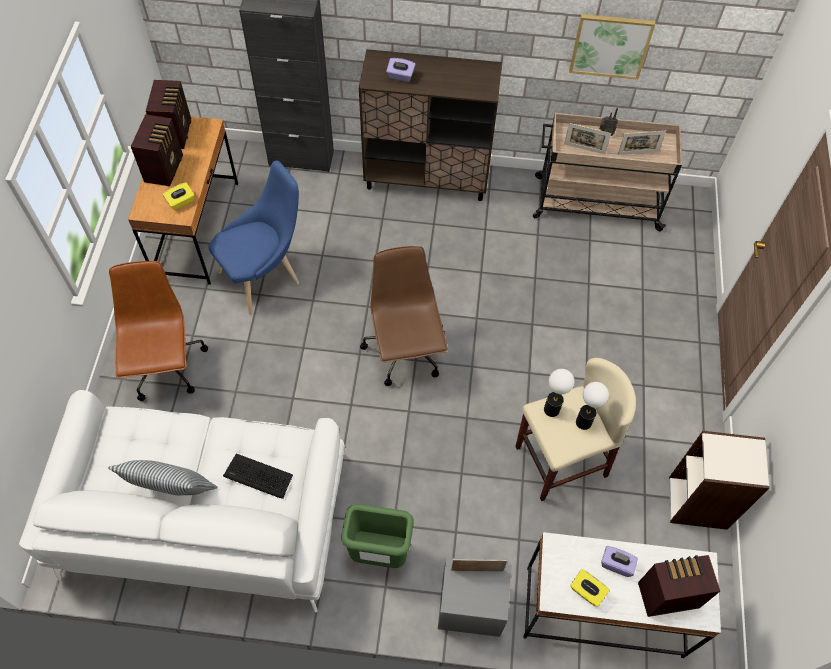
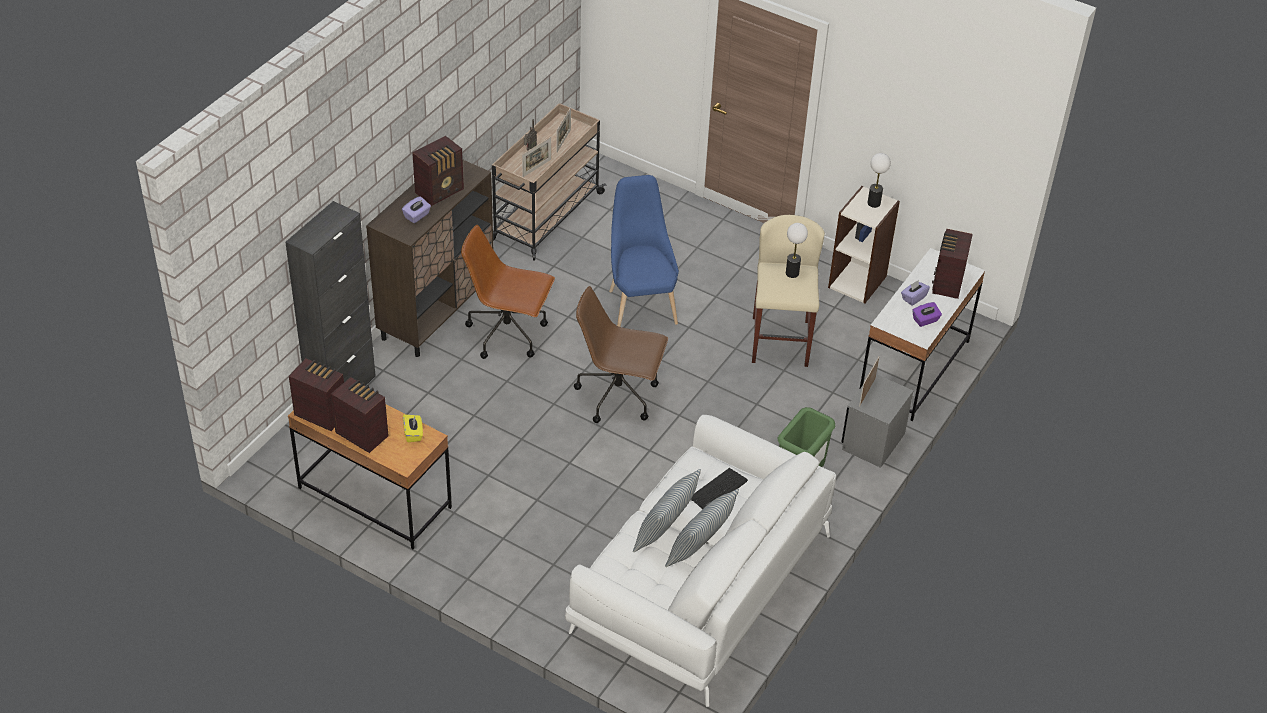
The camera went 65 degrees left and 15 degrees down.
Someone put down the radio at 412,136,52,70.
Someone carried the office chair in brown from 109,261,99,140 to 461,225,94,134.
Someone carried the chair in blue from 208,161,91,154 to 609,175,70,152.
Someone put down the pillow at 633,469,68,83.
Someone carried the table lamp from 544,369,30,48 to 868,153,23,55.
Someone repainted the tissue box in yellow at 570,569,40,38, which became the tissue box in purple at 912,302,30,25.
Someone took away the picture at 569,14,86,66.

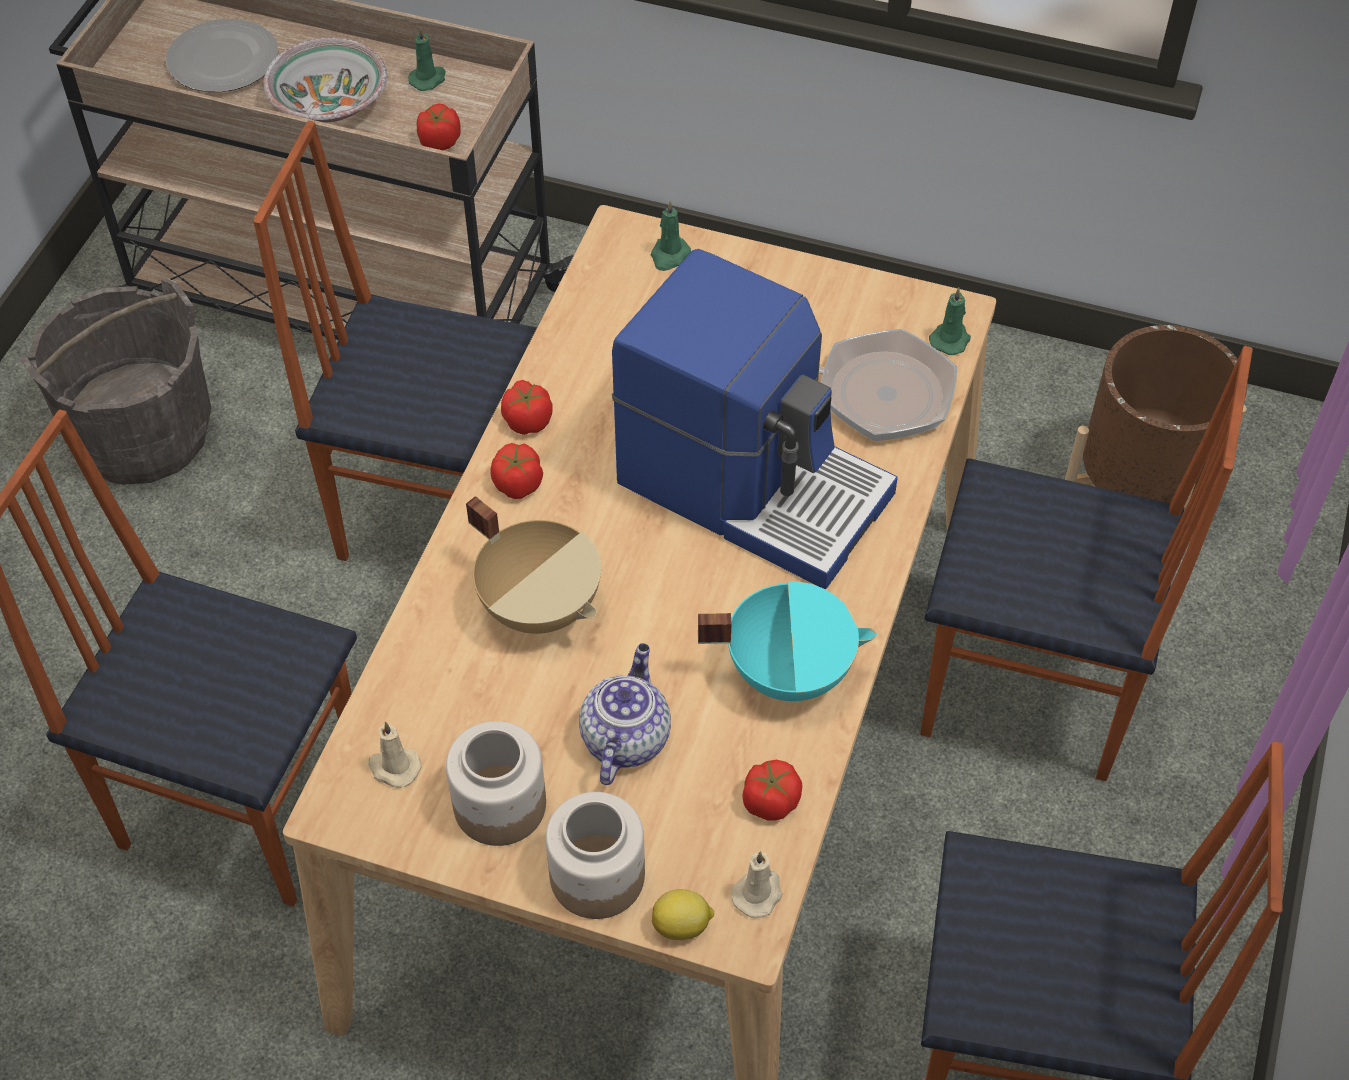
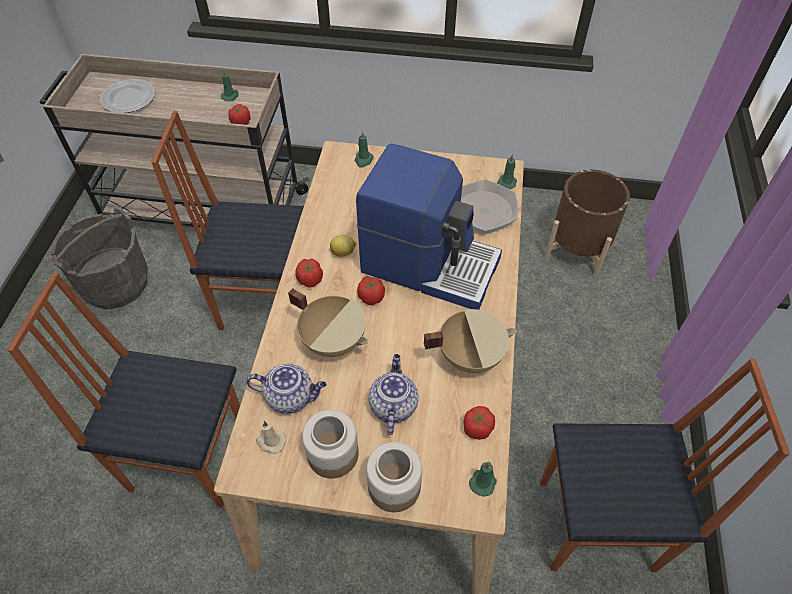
The camera went 10 degrees left and 0 degrees up.
Someone put down the teapot at 246,363,81,51.
Someone carried the lemon from 652,889,62,51 to 330,235,26,22.
Someone carried the tomato from 501,380,51,55 to 357,276,28,29.
Someone repainted the cooking pot in turquoise at 698,581,179,120, which became the cooking pot in beige at 424,309,93,64.
Someone repainted the candle in beige at 731,851,52,67, which became the candle in green at 469,462,28,35.
Someone took away the bowl at 263,37,124,86.
Someone took away the chair at 920,346,333,435.

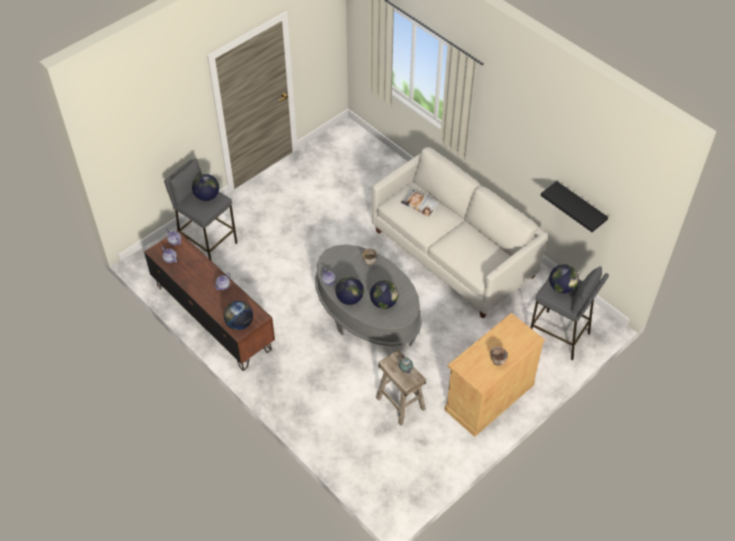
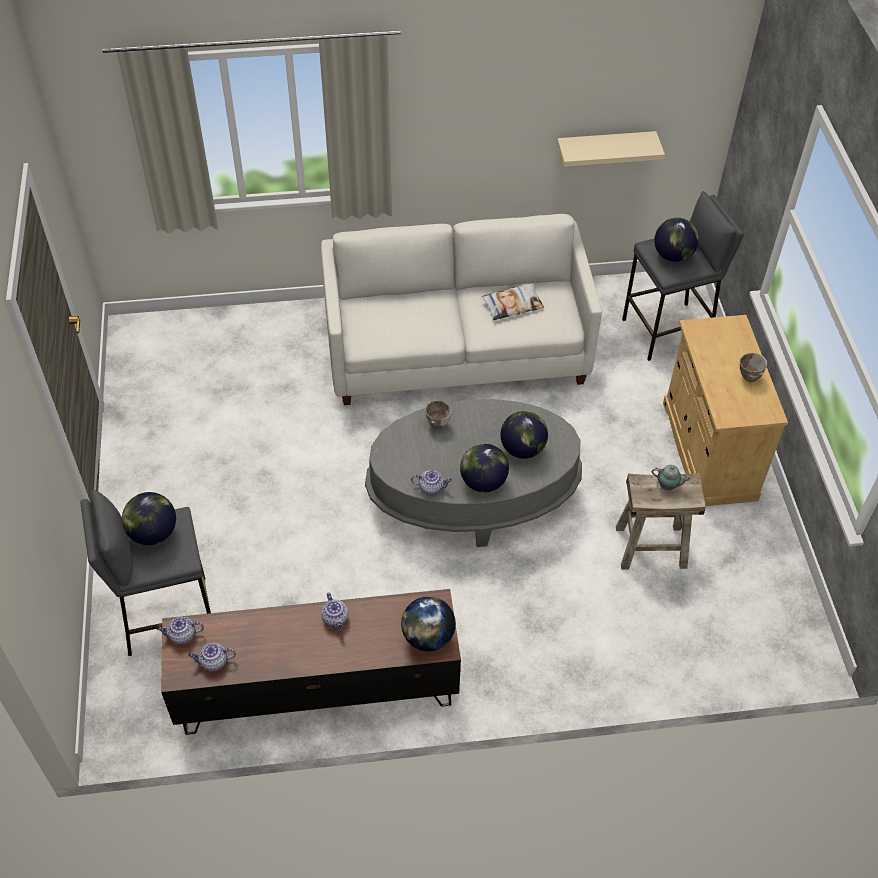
The camera went 55 degrees left and 0 degrees up.
Someone carried the pillow from 401,189,39,27 to 482,283,62,37.
Someone repainted the shelf in black at 541,181,67,51, which became the shelf in beige at 557,131,108,36.

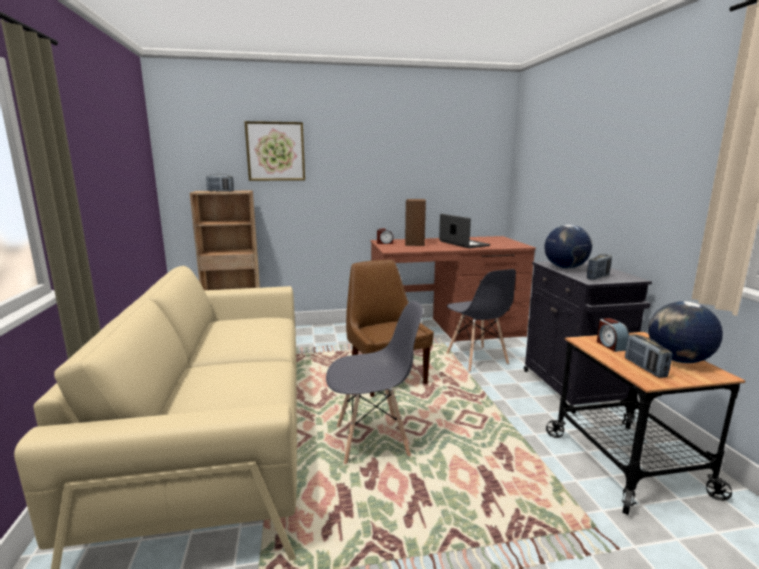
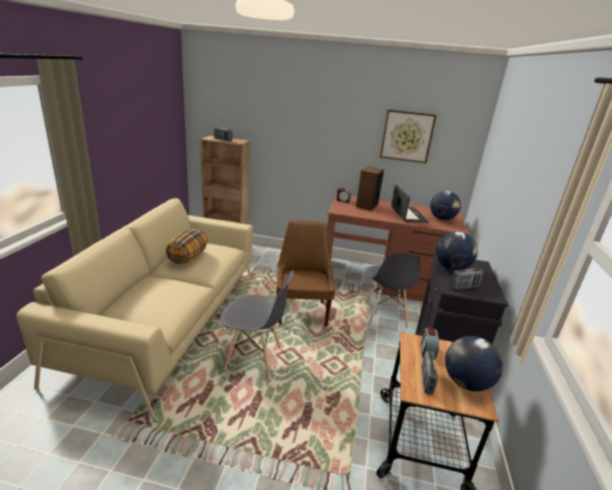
The camera went 20 degrees right and 10 degrees up.
Someone put down the pillow at 166,229,42,35.
Someone carried the picture from 244,121,61,60 to 380,109,57,54.
Someone put down the globe at 430,191,31,29.

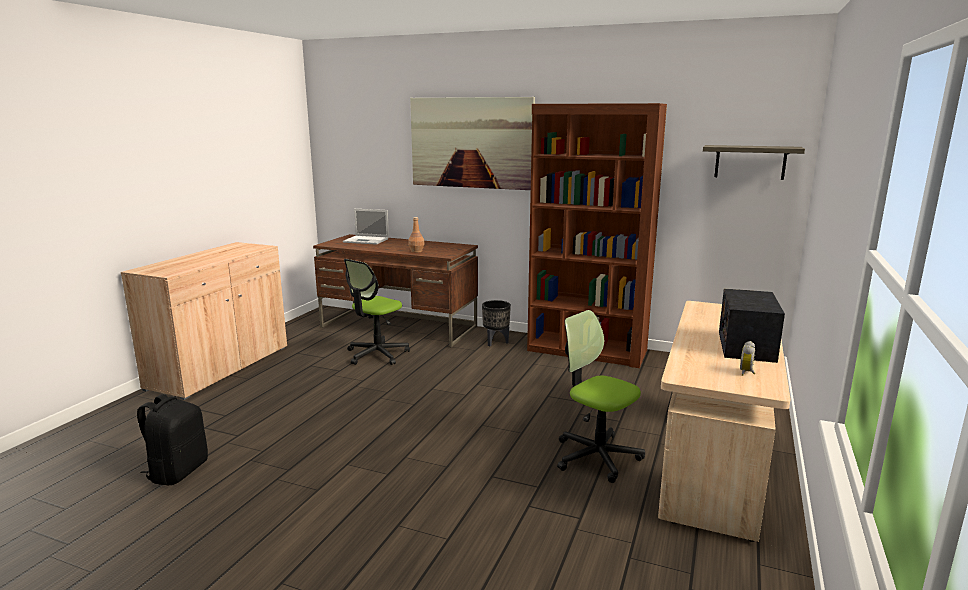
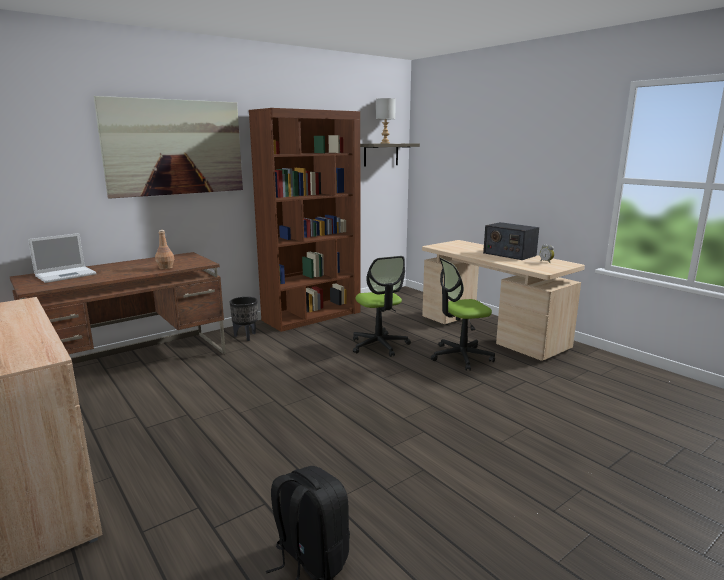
The camera went 60 degrees left and 0 degrees up.
Someone carried the office chair from 344,259,66,106 to 353,256,58,101.
Someone put down the table lamp in grey at 376,98,20,45.

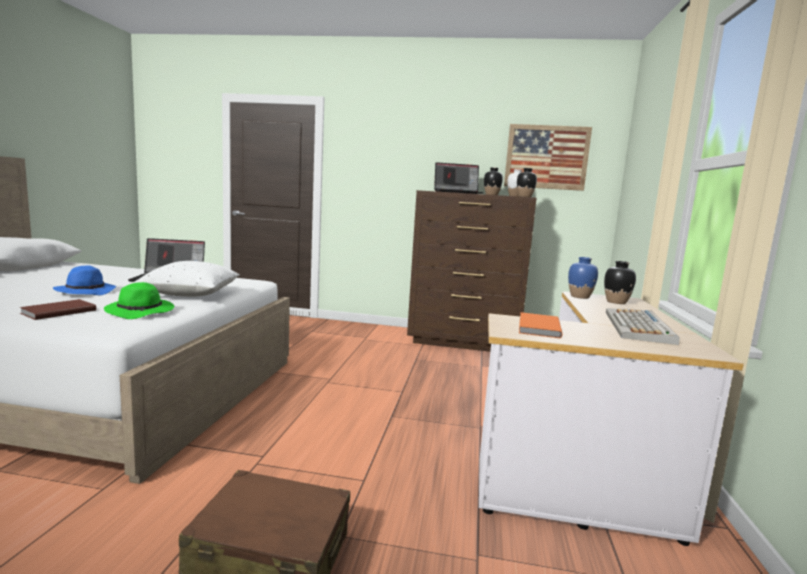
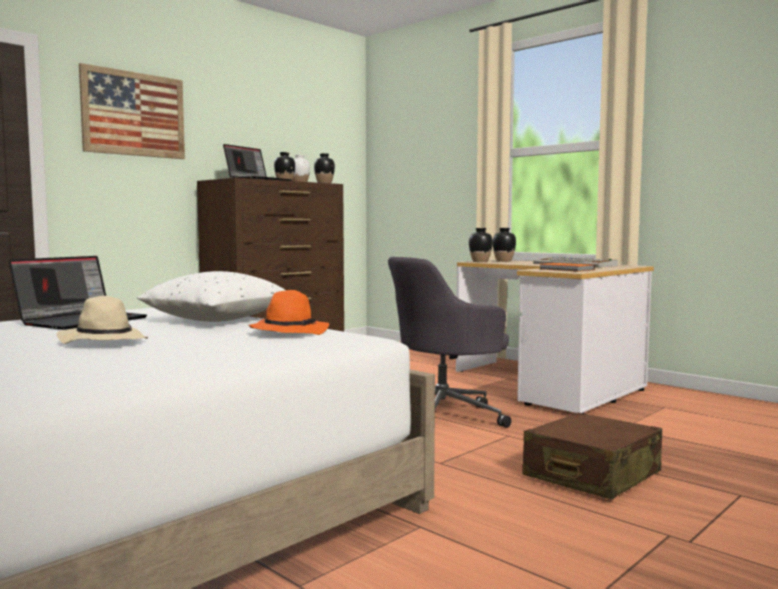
The camera went 55 degrees left and 5 degrees down.
Someone repainted the hat in blue at 53,265,63,30, which became the hat in beige at 56,296,92,48.
Someone carried the picture from 504,124,88,67 to 79,63,106,96.
Someone repainted the hat in green at 104,282,70,37, which became the hat in orange at 248,290,81,45.
Someone put down the office chair in grey at 388,257,123,171.
Someone repainted the vase in blue at 568,257,30,42, which became the vase in black at 469,228,24,34.
Someone took away the book in brown at 19,299,77,21.

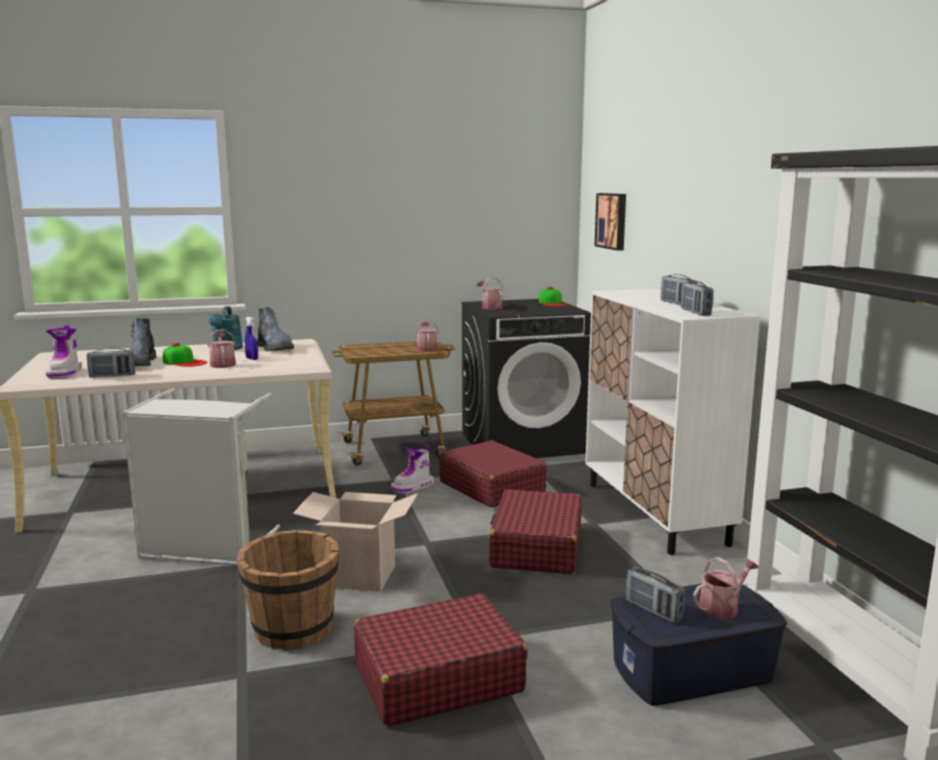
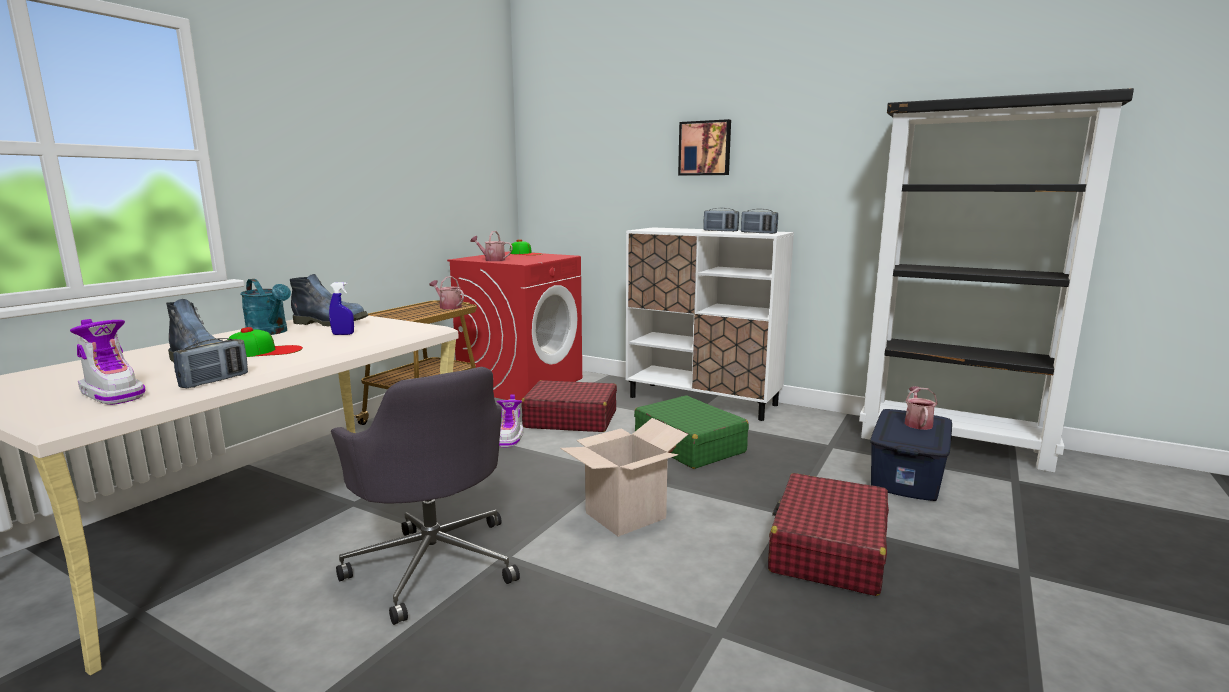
The camera went 45 degrees left and 0 degrees up.
Someone swapped the laundry basket in grey at 122,389,158,177 for the office chair in grey at 331,367,189,258.
Someone repainted the washing machine in black at 461,299,130,159, which became the washing machine in red at 447,251,135,150.
Someone repainted the suitcase in red at 488,489,94,85, which became the suitcase in green at 634,395,115,74.
Someone carried the picture from 595,193,31,58 to 678,119,53,57.
Someone took away the watering can at 207,329,29,39.
Someone took away the bucket in brown at 237,530,102,120.
Someone took away the radio at 626,567,59,56.

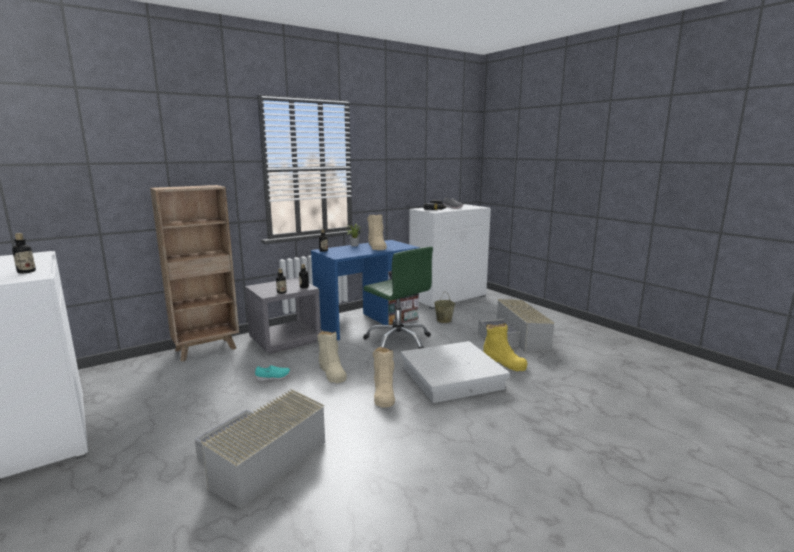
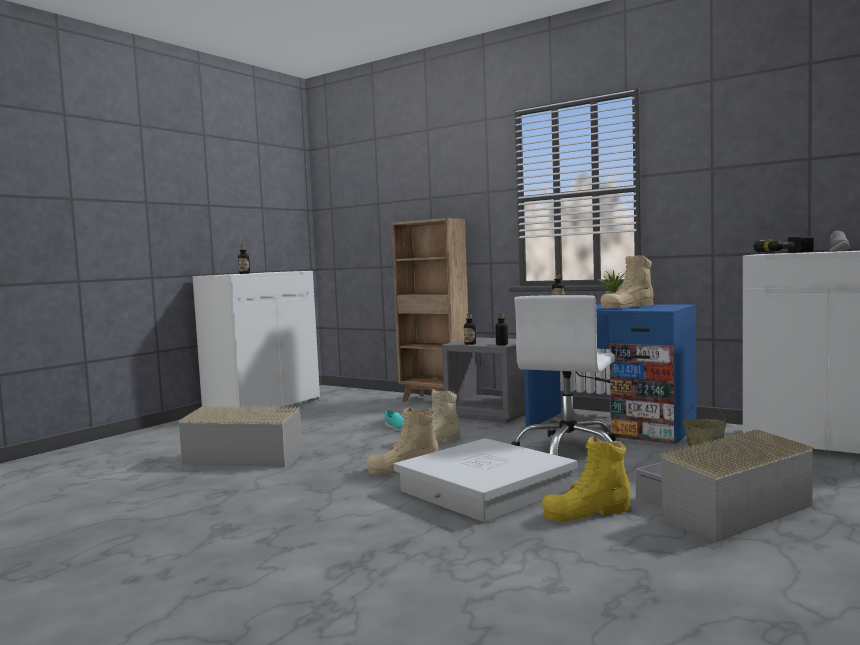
The camera went 70 degrees right and 10 degrees down.
Someone repainted the office chair in green at 363,247,70,102, which became the office chair in white at 511,295,105,160.
Someone rotated the boot in yellow at 483,323,45,48 by 45 degrees clockwise.

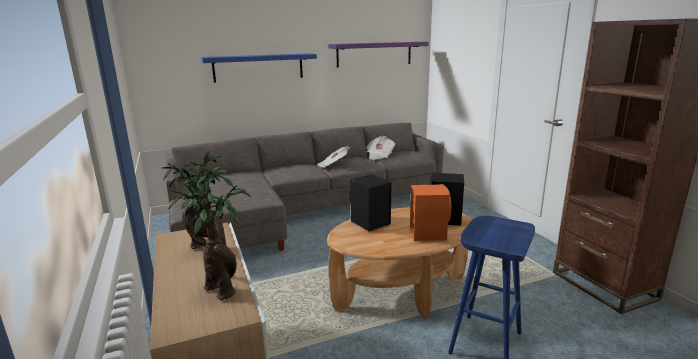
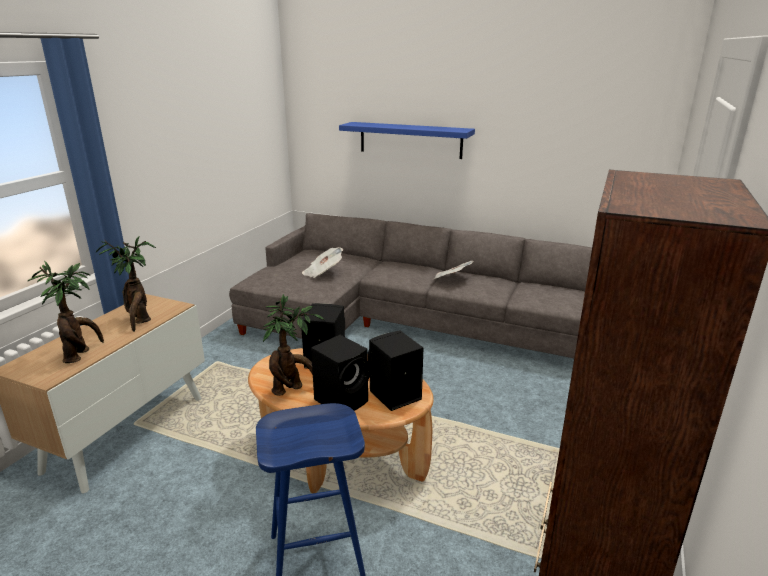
The camera went 45 degrees right and 5 degrees up.
Someone put down the potted plant at 263,294,61,102.
Someone carried the newspaper from 366,136,29,24 to 302,247,41,31.
Someone repainted the speaker in orange at 410,184,41,57, which became the speaker in black at 311,335,59,76.
Someone took away the shelf in purple at 328,42,101,26.

